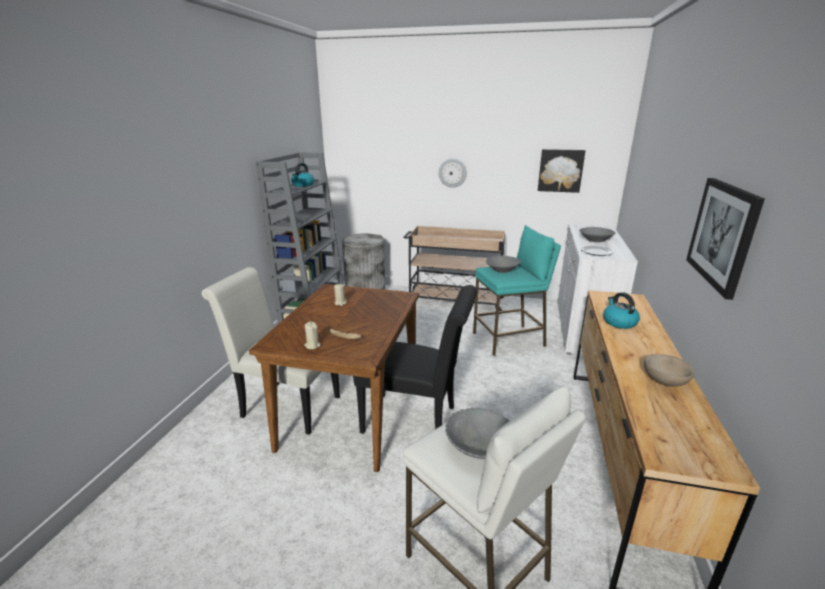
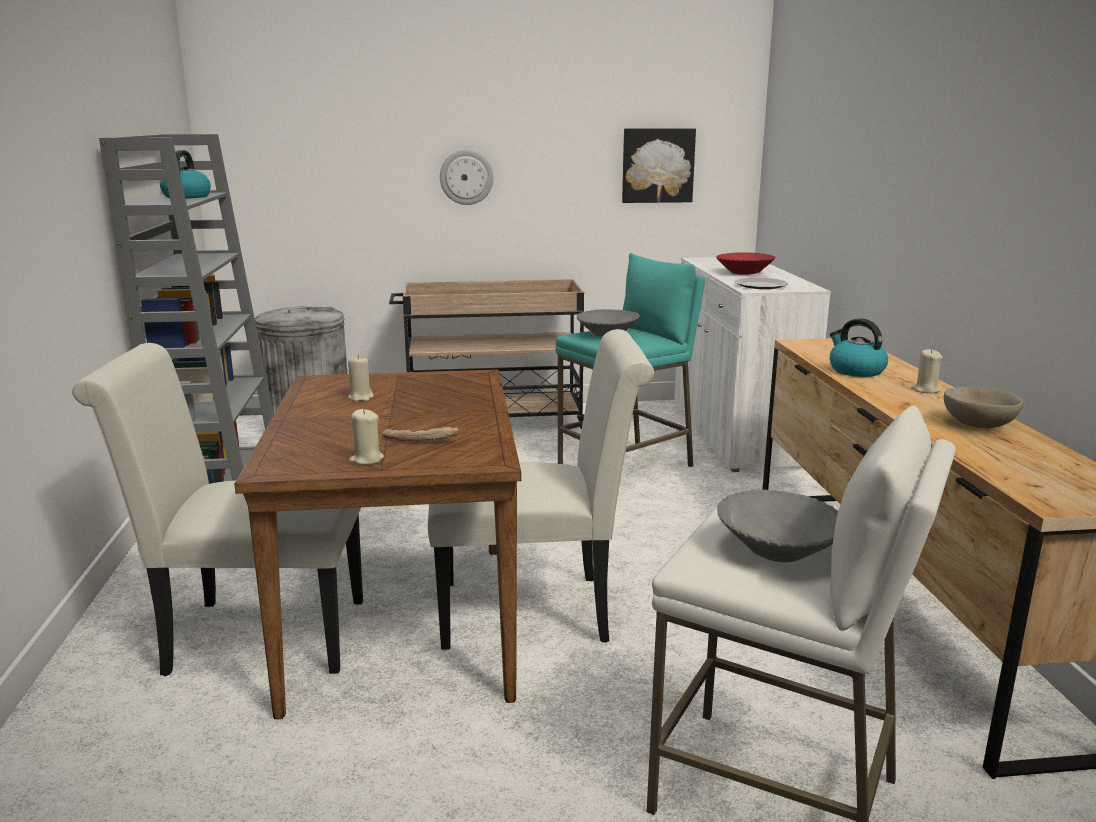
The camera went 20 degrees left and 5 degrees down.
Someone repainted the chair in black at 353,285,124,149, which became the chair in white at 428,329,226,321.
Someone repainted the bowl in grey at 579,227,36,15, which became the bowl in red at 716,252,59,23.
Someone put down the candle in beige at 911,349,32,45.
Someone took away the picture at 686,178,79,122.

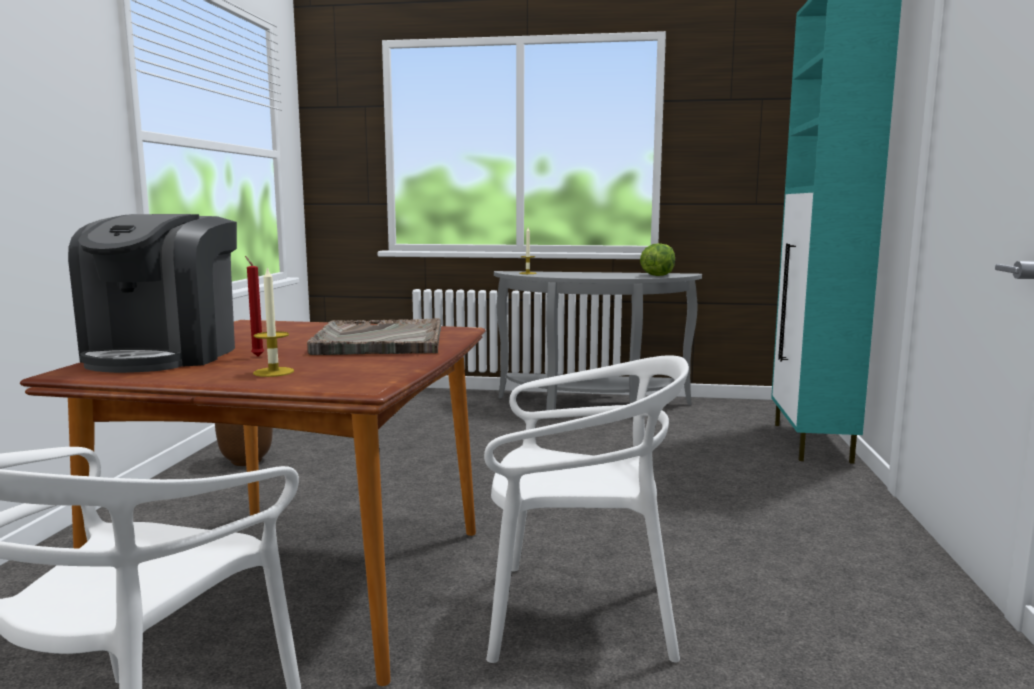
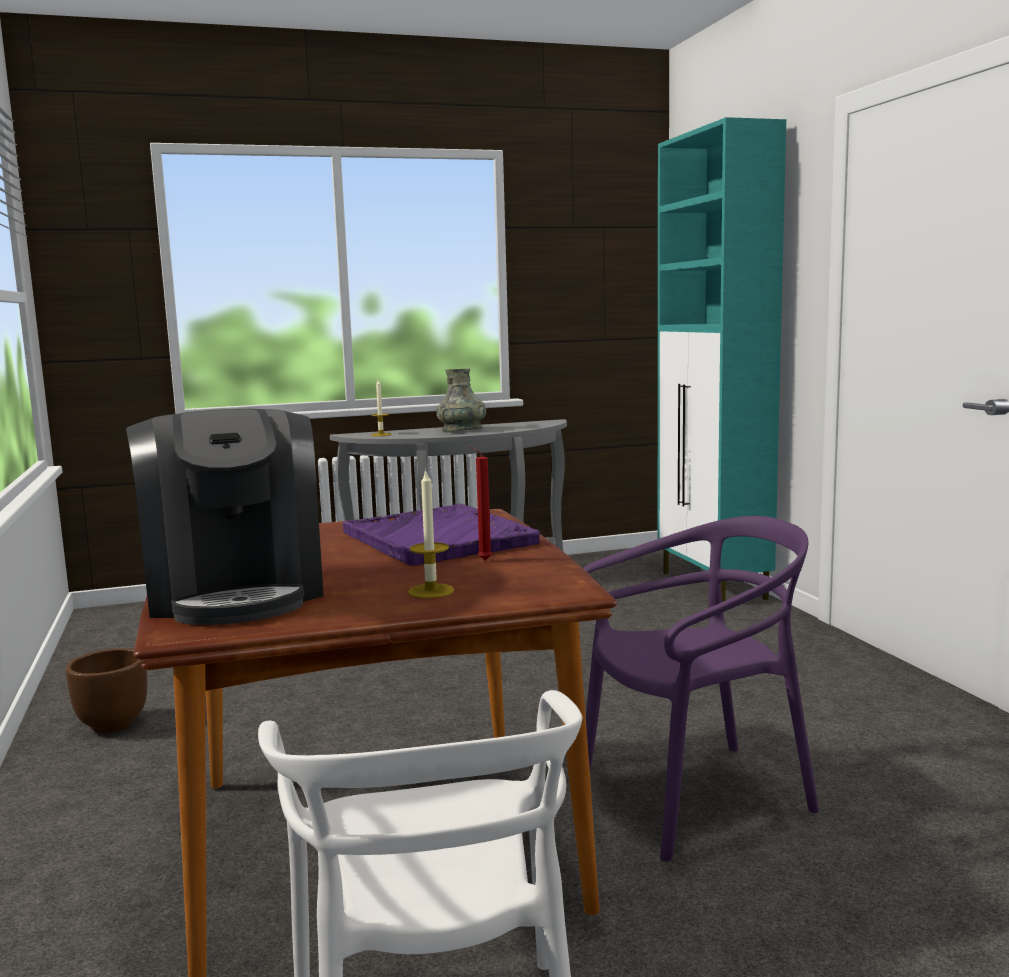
The camera went 25 degrees left and 0 degrees up.
Someone repainted the tray in grey at 307,318,134,37, which became the tray in purple at 342,504,198,62.
Someone put down the vase in grey at 437,369,49,62.
Someone carried the candle in red from 245,256,19,101 to 469,446,23,115.
Someone repainted the chair in white at 484,355,205,308, which became the chair in purple at 583,516,236,346.
Someone took away the lettuce at 640,243,35,33.

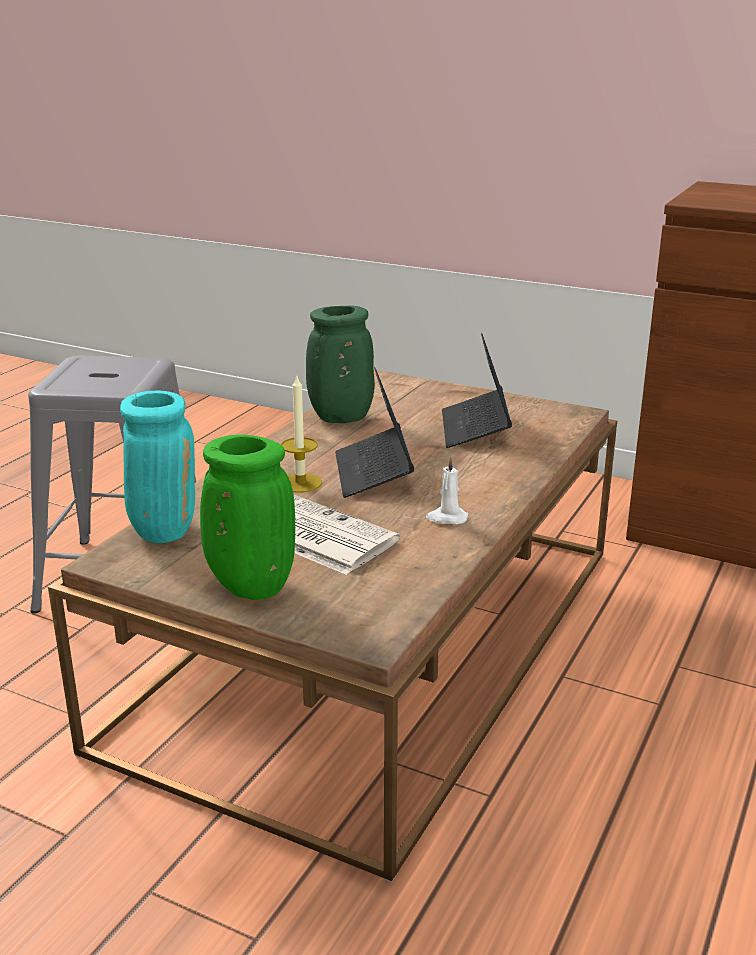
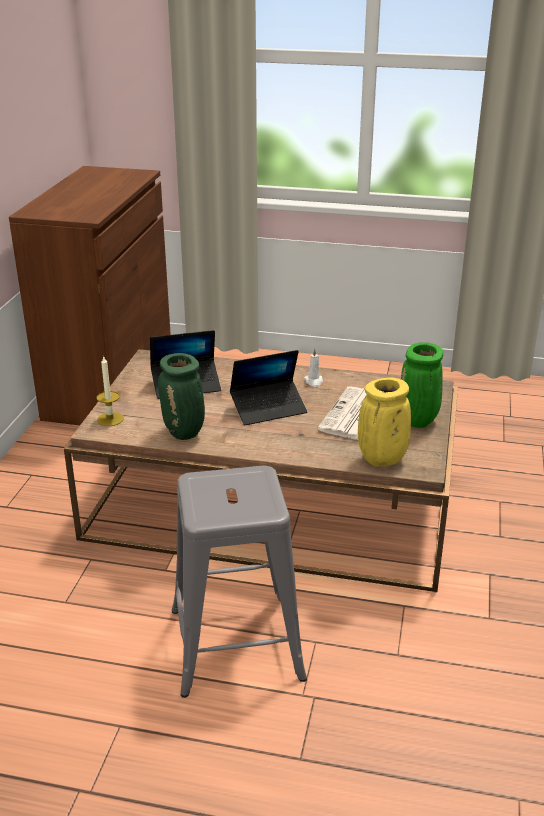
The camera went 105 degrees left and 5 degrees up.
Someone carried the candle from 281,376,41,117 to 96,355,28,71.
Someone repainted the vase in turquoise at 120,391,75,152, which became the vase in yellow at 358,378,53,89.

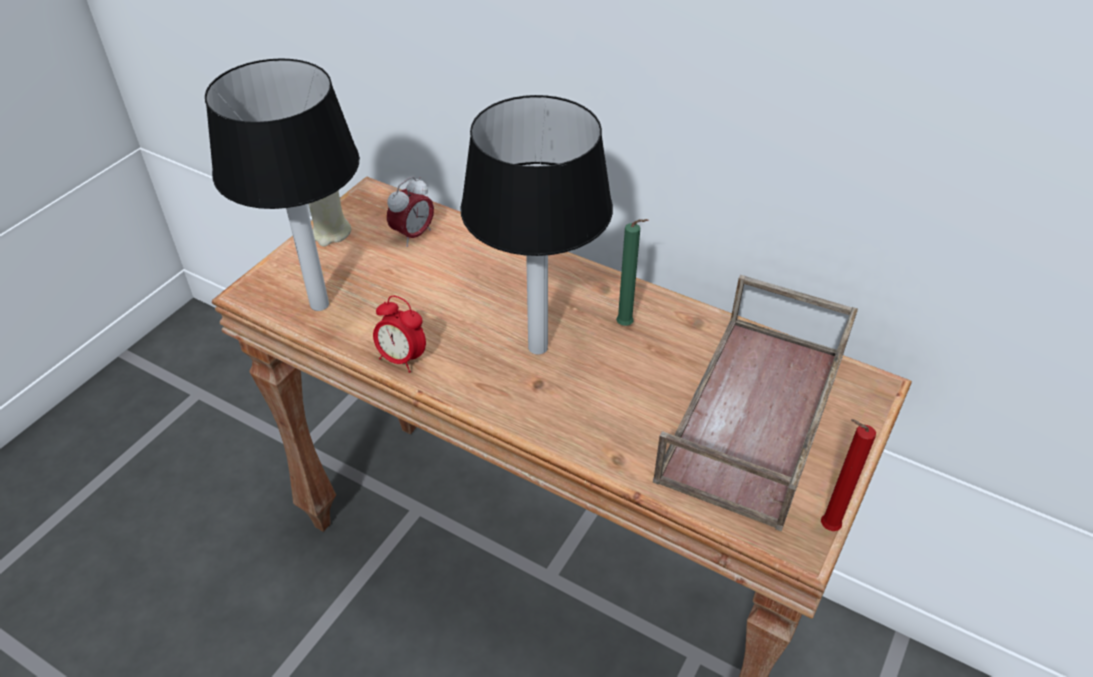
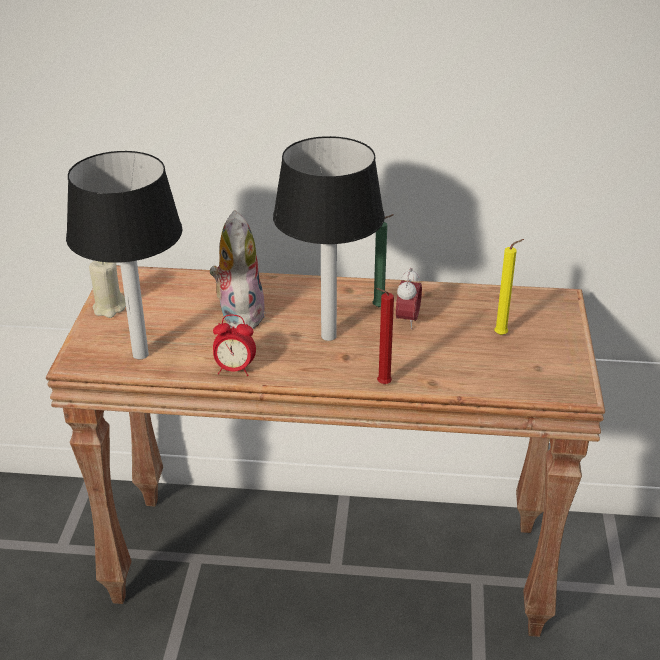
The camera went 25 degrees left and 10 degrees down.
Someone put down the plush toy at 210,210,56,119.
Someone carried the candle in red from 821,419,55,112 to 377,288,17,96.
Someone carried the alarm clock from 387,177,47,70 to 396,268,26,62.
Someone swapped the tray in brown at 653,275,205,257 for the candle in yellow at 494,239,30,96.

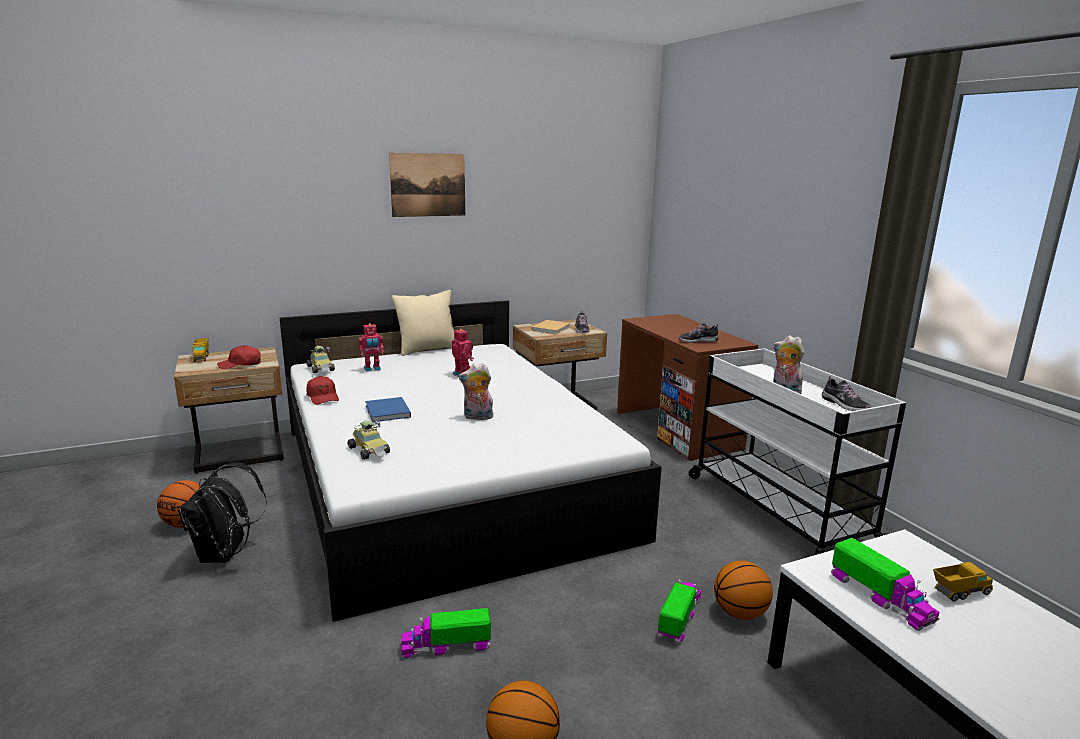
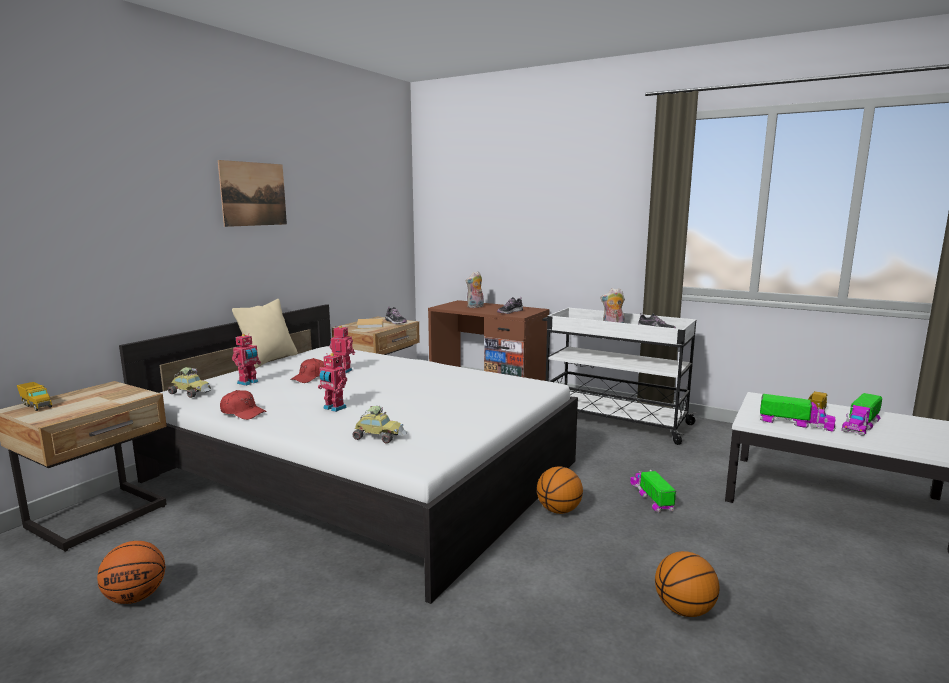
The camera went 35 degrees left and 5 degrees down.
Someone carried the cap in red from 217,345,44,24 to 290,358,36,25.
Someone swapped the book in blue at 365,397,46,25 for the toy robot at 318,353,29,59.
Someone carried the plush toy from 458,363,35,57 to 466,271,18,37.
Someone carried the basketball from 714,561,59,59 to 537,466,46,48.
Someone carried the toy truck from 401,608,90,50 to 841,393,41,43.
Someone took away the backpack in black at 179,462,88,101.

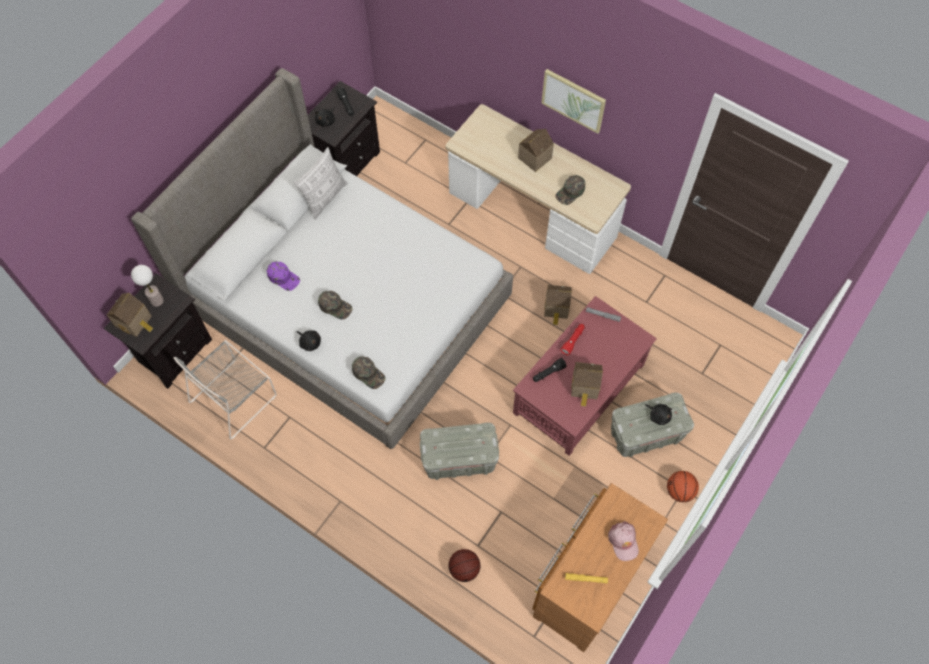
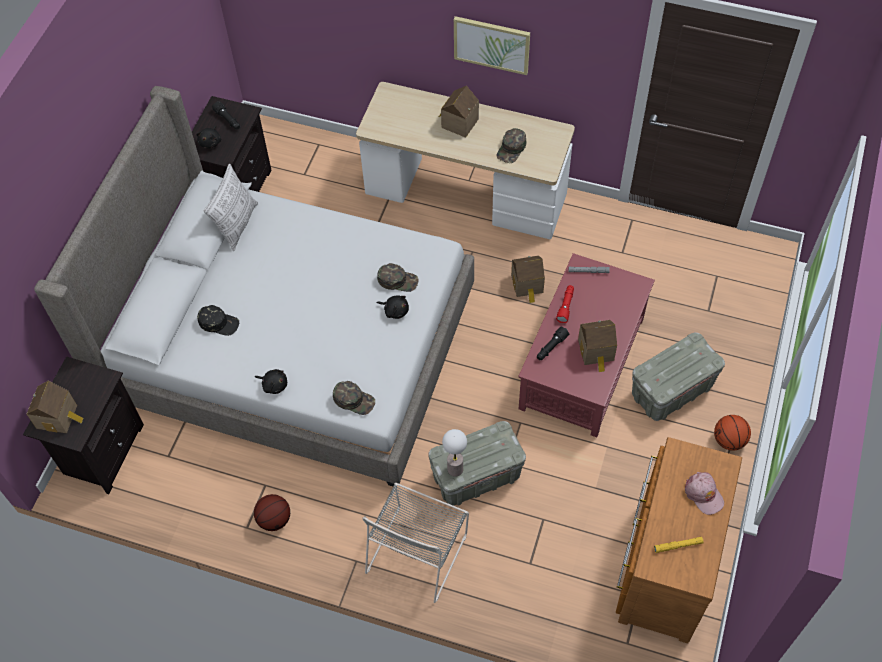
The camera went 15 degrees left and 5 degrees down.
Someone repainted the cap in purple at 267,262,33,29, which became the cap in black at 197,305,42,31.
Someone carried the basketball from 448,549,32,33 to 254,494,36,37.
Someone carried the chair in grey from 174,340,103,100 to 362,483,107,120.
Someone carried the cap in green from 318,291,35,28 to 377,263,42,29.
Someone carried the plush toy in black from 645,404,27,21 to 377,295,32,24.
Someone carried the table lamp from 131,265,33,42 to 442,429,25,48.

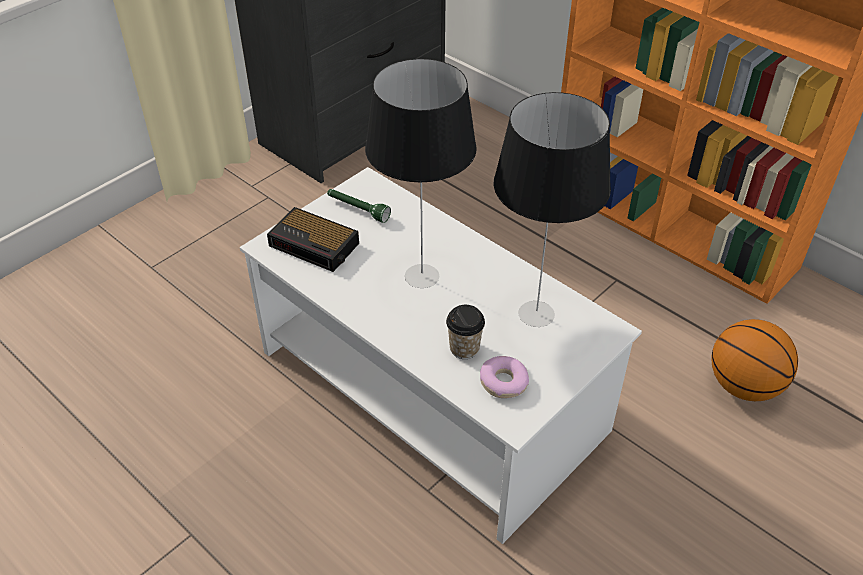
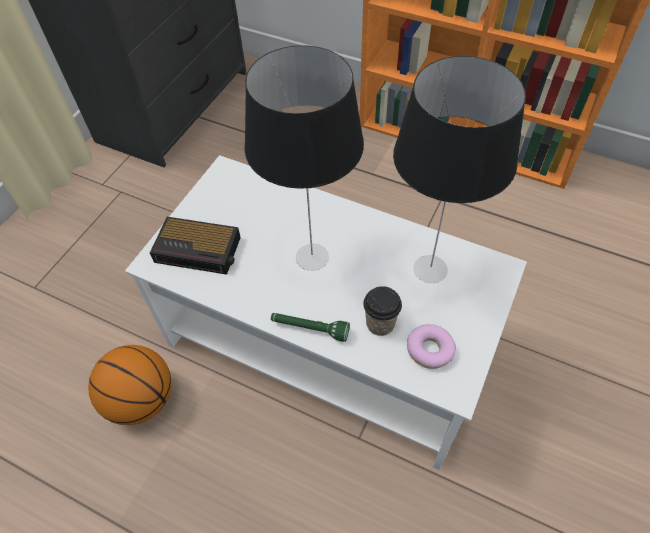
The camera went 15 degrees left and 10 degrees up.
Someone carried the basketball from 712,319,86,82 to 88,345,83,80.
Someone carried the flashlight in green from 327,189,64,34 to 271,313,79,29.

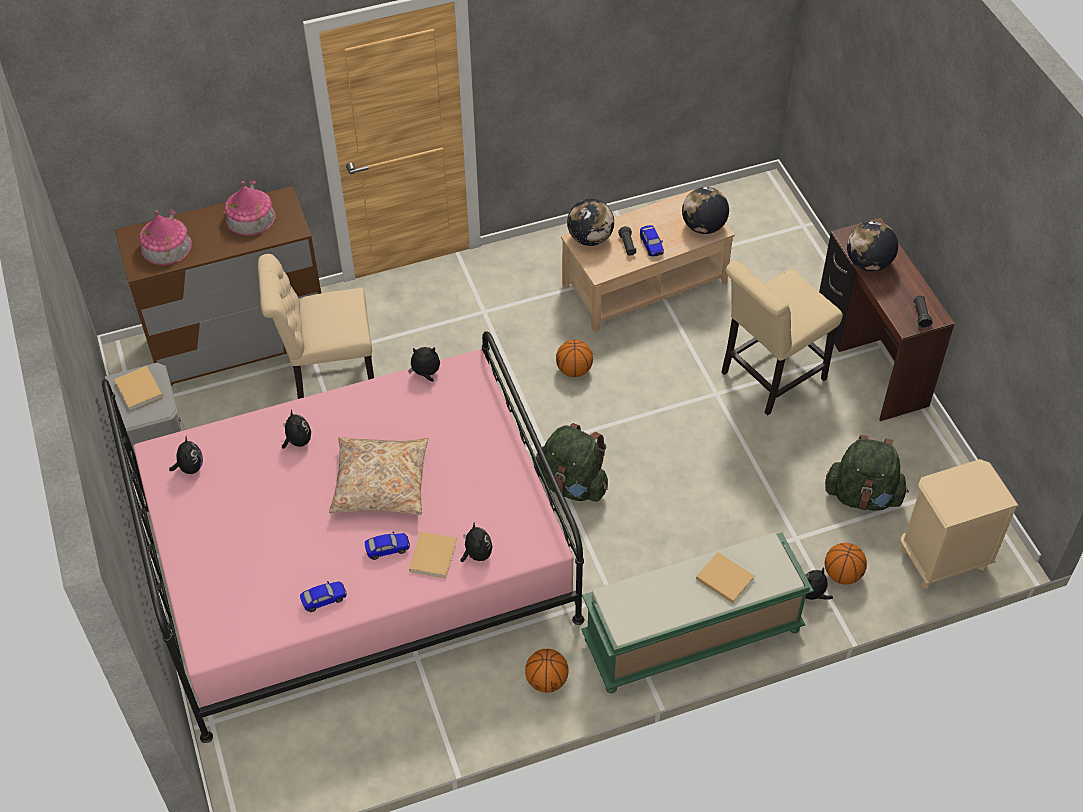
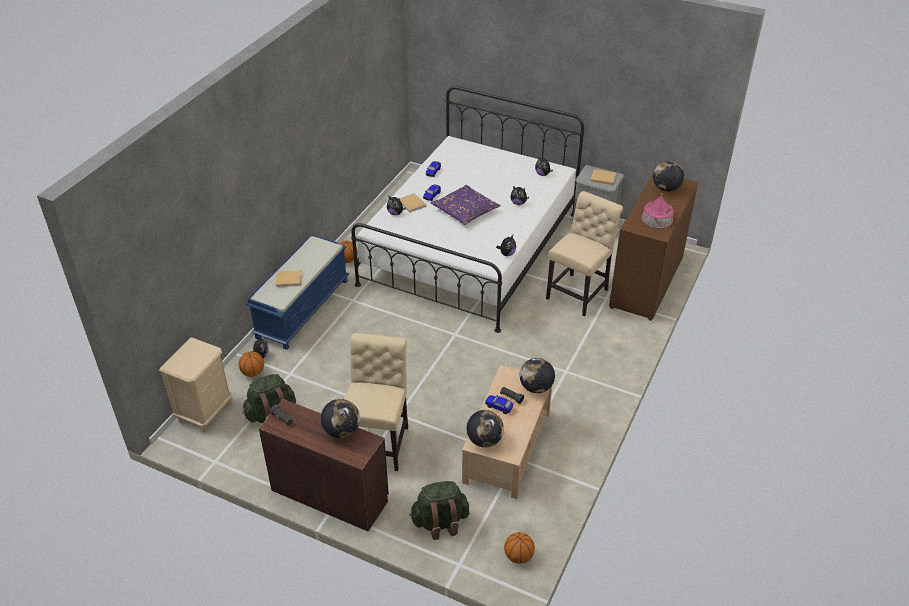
The camera went 135 degrees right and 10 degrees down.
Someone repainted the bench in green at 581,533,233,160, which became the bench in blue at 246,234,103,115.
Someone repainted the bed in pink at 102,331,482,412, which became the bed in white at 351,86,233,247.
Someone carried the backpack in green from 534,423,74,79 to 410,481,60,59.
Someone repainted the pillow in beige at 329,437,99,78, which became the pillow in purple at 431,185,70,40.
Someone carried the basketball from 556,340,37,37 to 504,532,31,32.
Someone swapped the toy house at 139,209,53,57 for the globe at 653,161,31,31.

